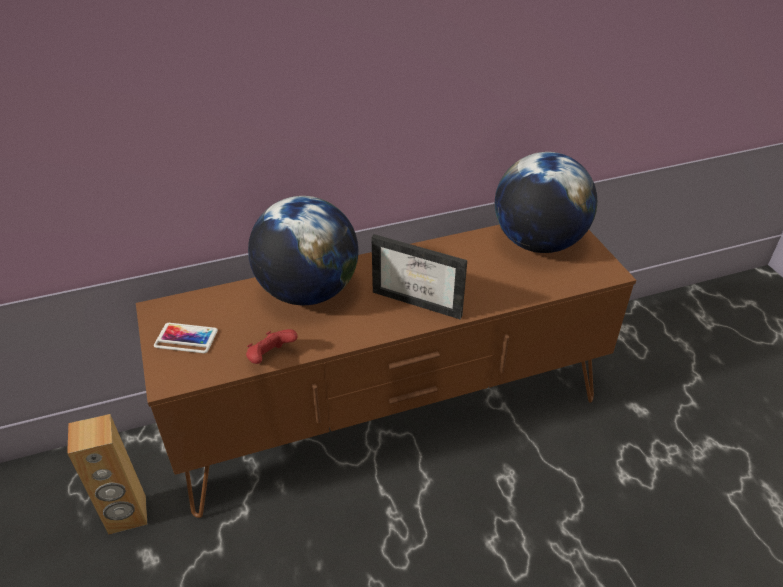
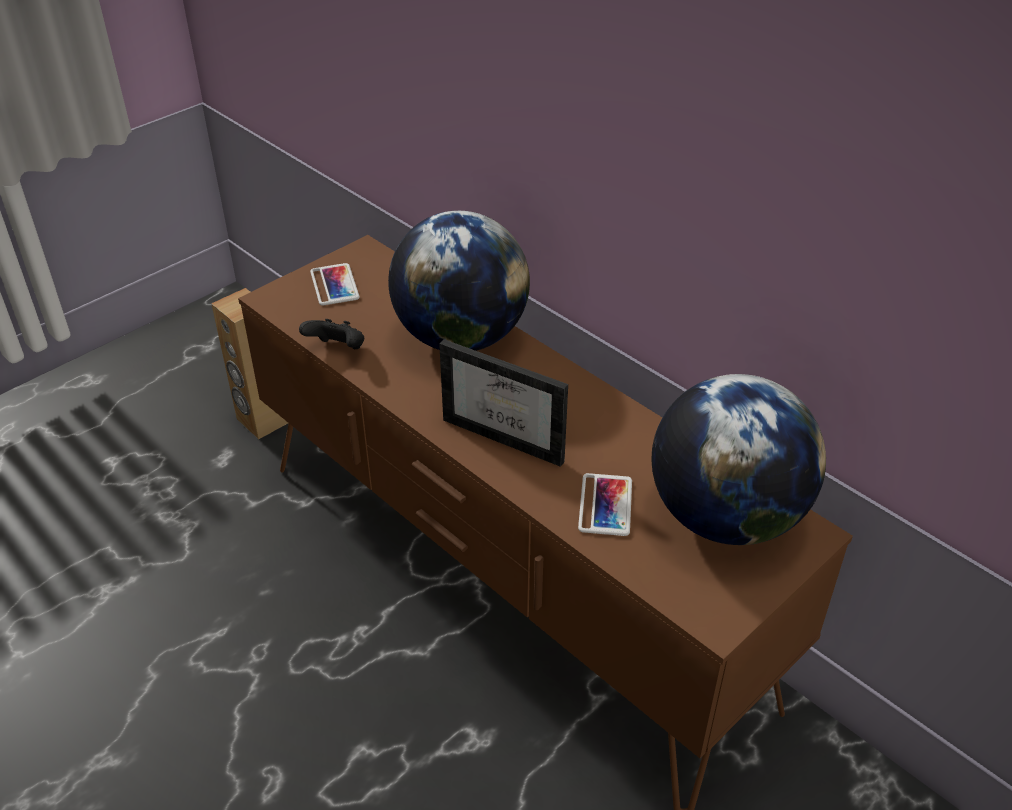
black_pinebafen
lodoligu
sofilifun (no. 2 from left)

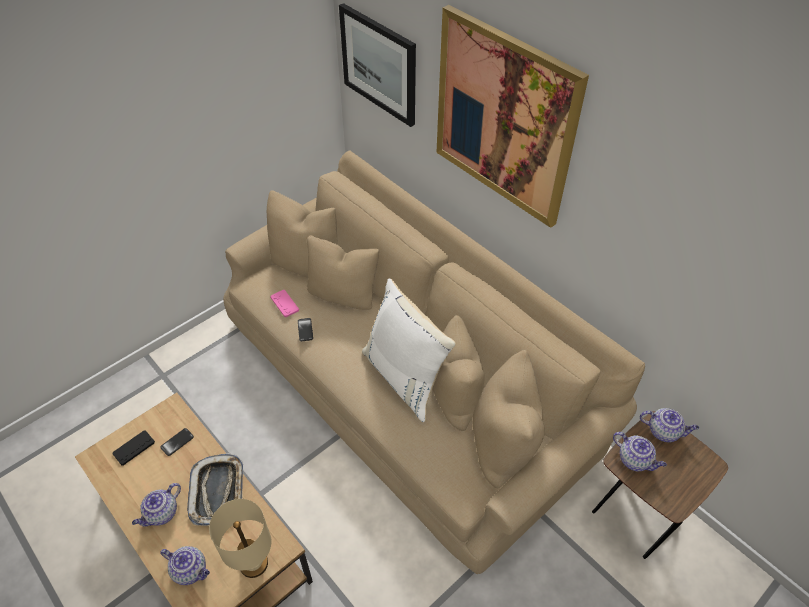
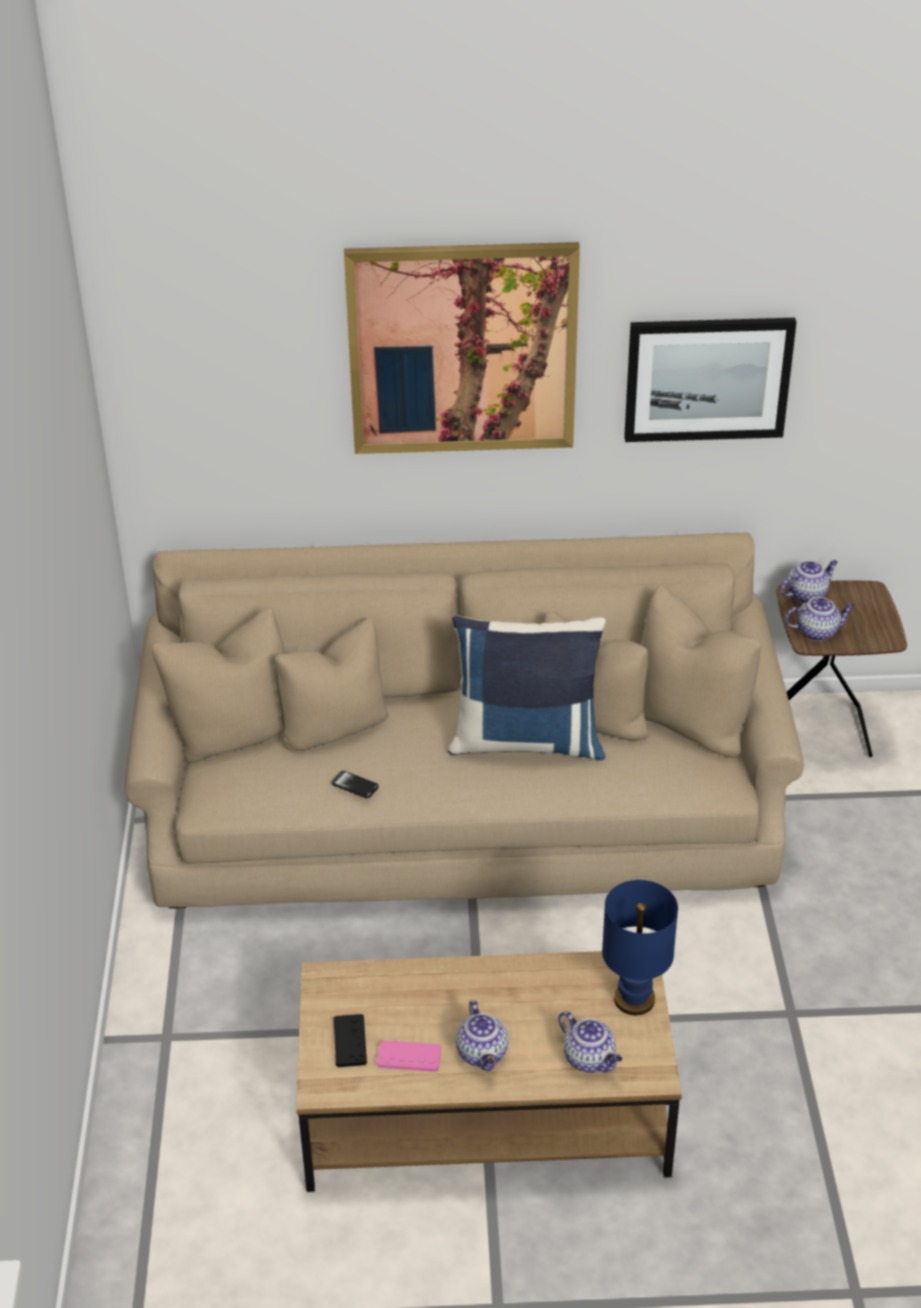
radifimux (no. 2 from left)
sofilifun (no. 1 from left in the first image)
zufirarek
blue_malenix
pink_pinebafen
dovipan (no. 2 from left)
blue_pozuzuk

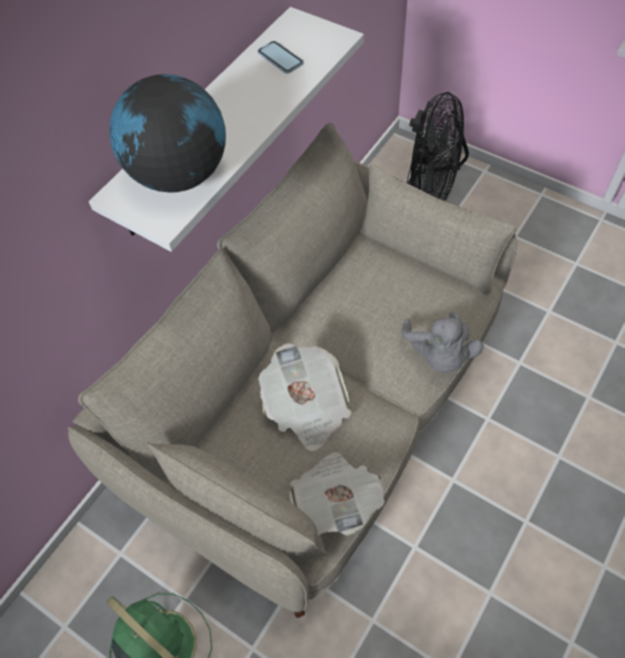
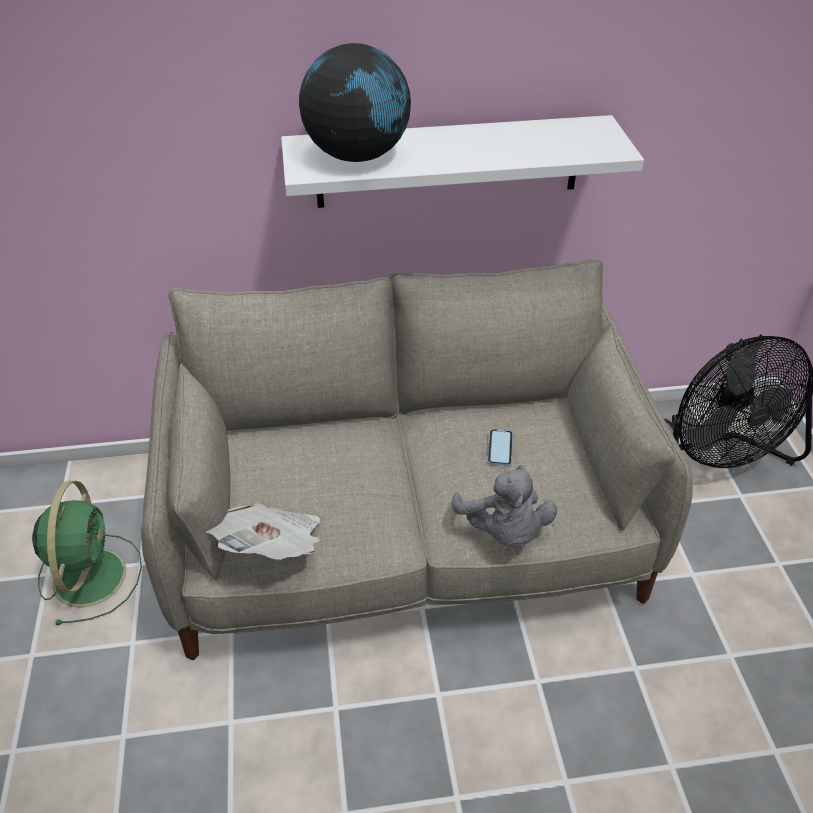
sofilifun
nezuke (no. 1 from left in the first image)
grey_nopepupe

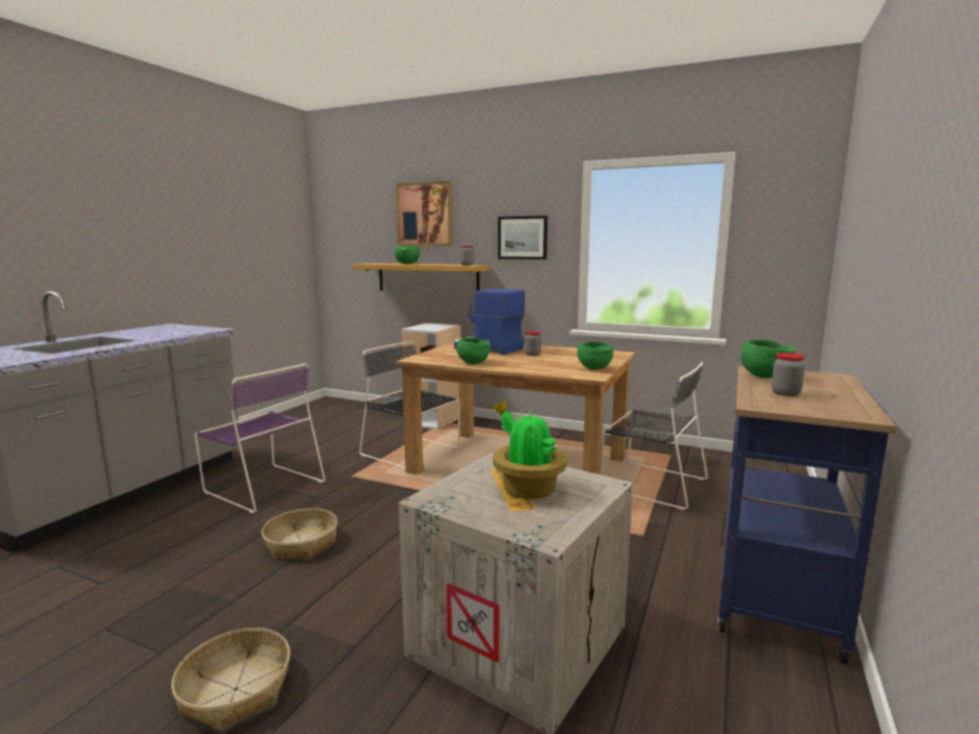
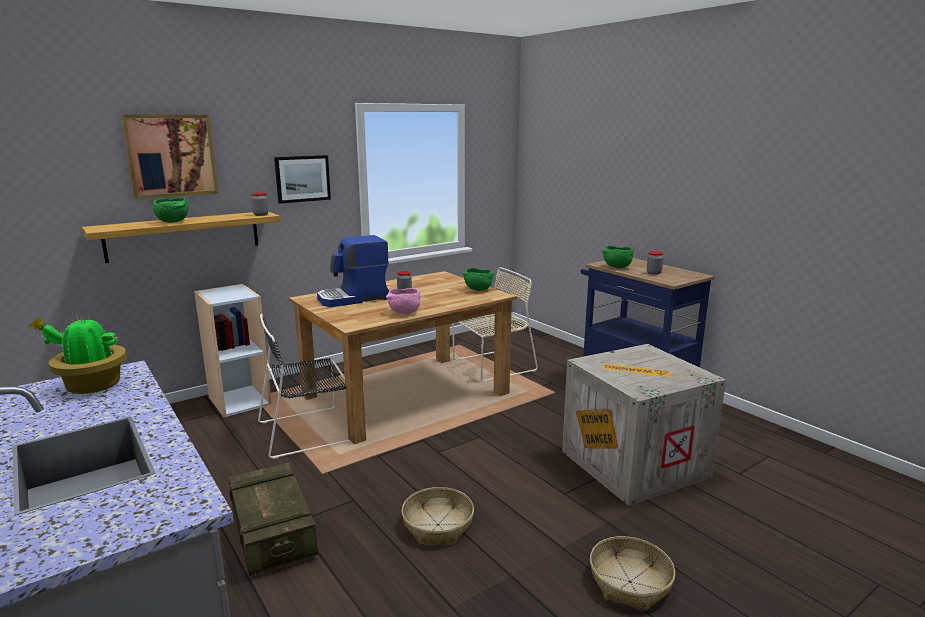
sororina (no. 1 from left)
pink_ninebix
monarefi
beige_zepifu

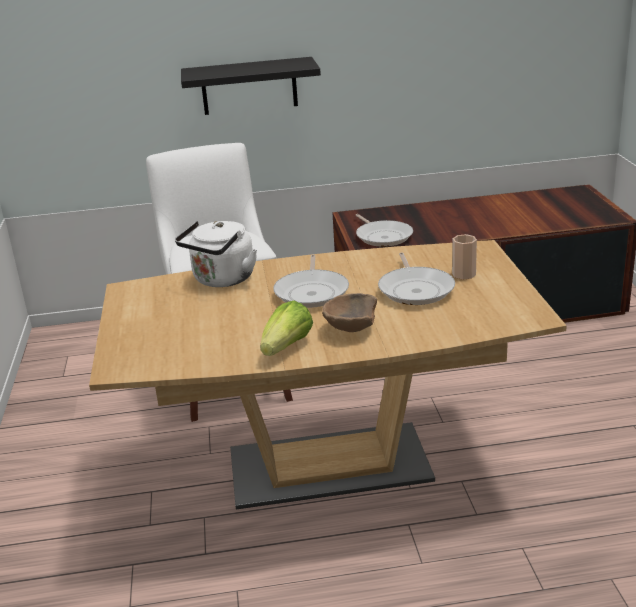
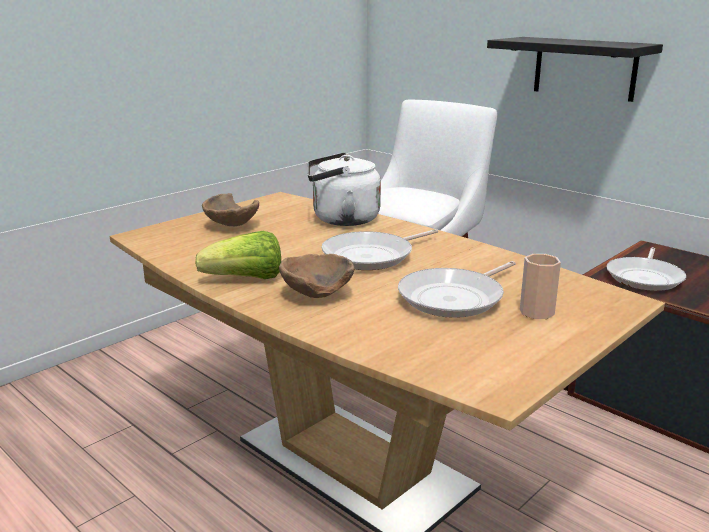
brown_ninebix (no. 1 from left)

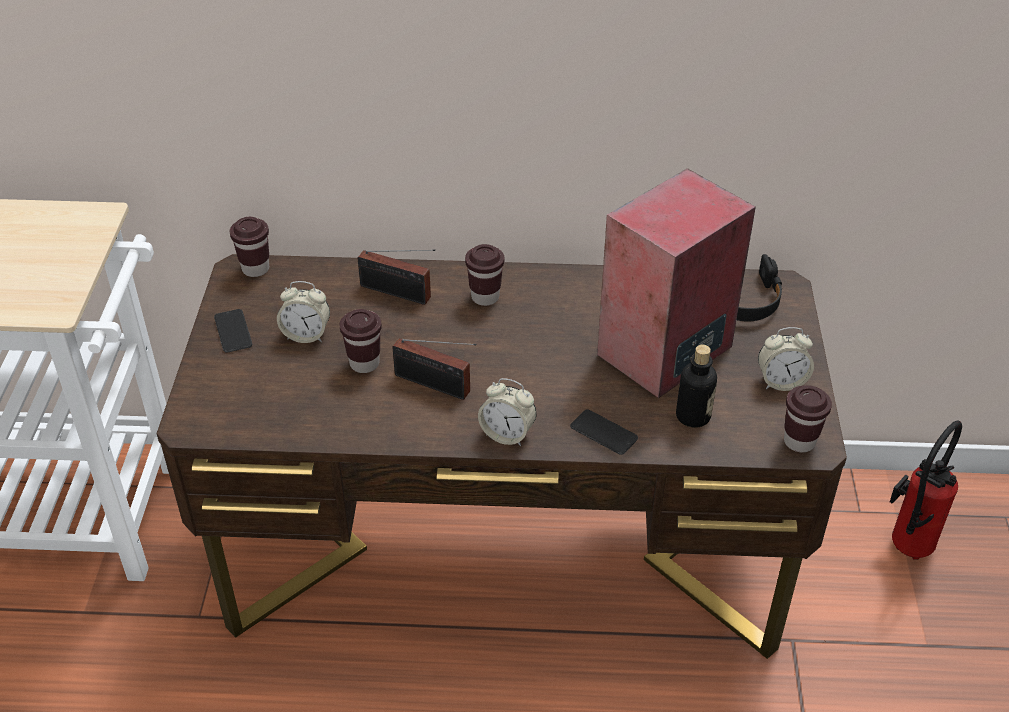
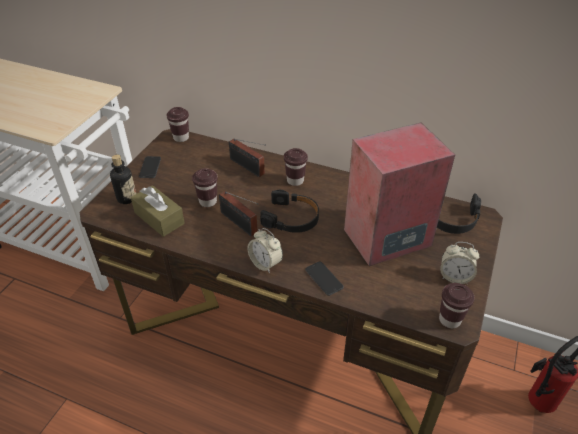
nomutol (no. 1 from left in the first image)
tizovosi
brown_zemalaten
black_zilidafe (no. 1 from left)

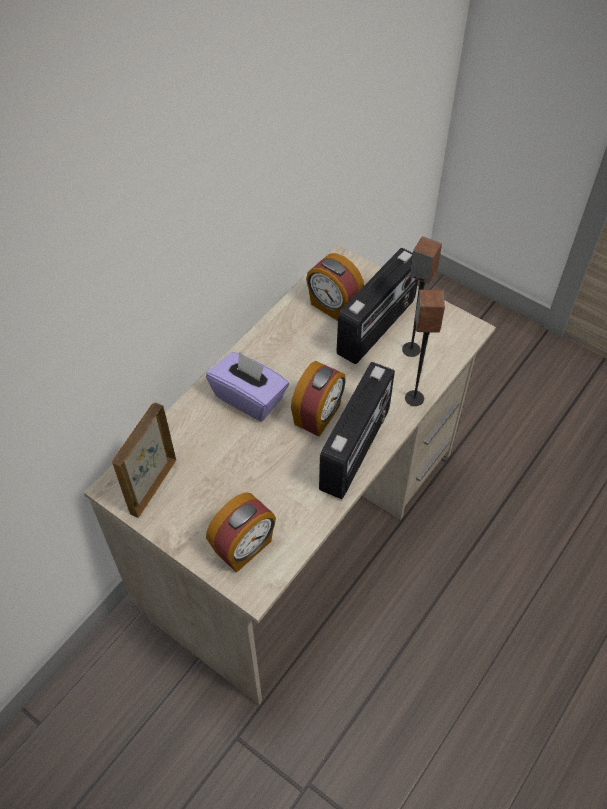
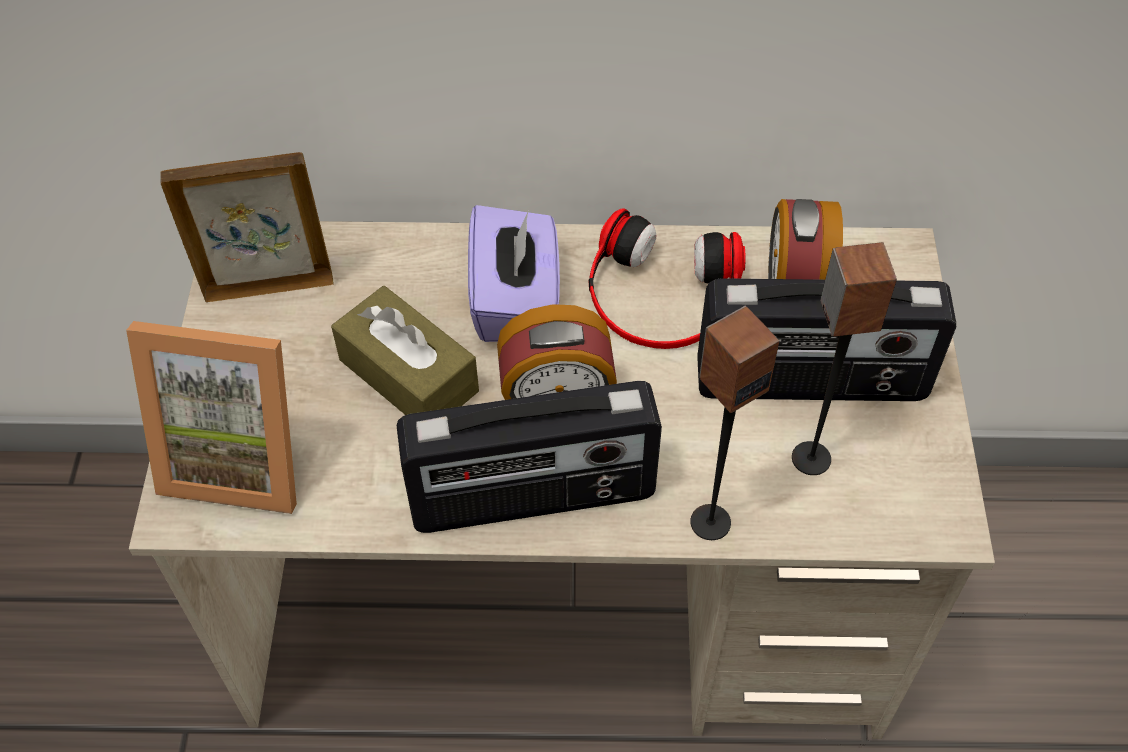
lodoligu (no. 1 from left)
brown_zemalaten
zilidafe

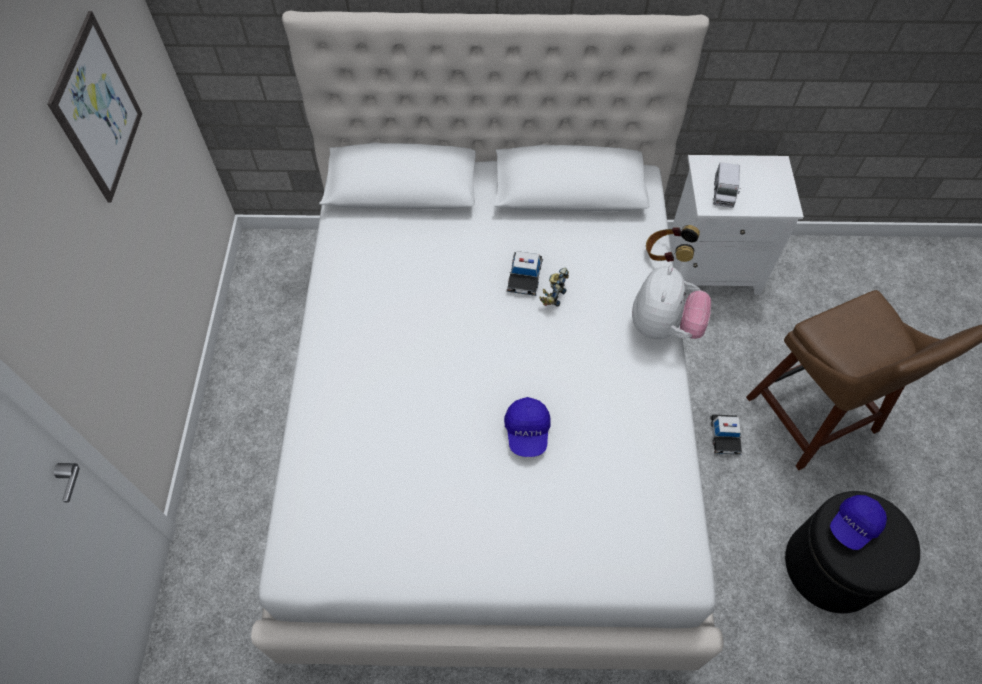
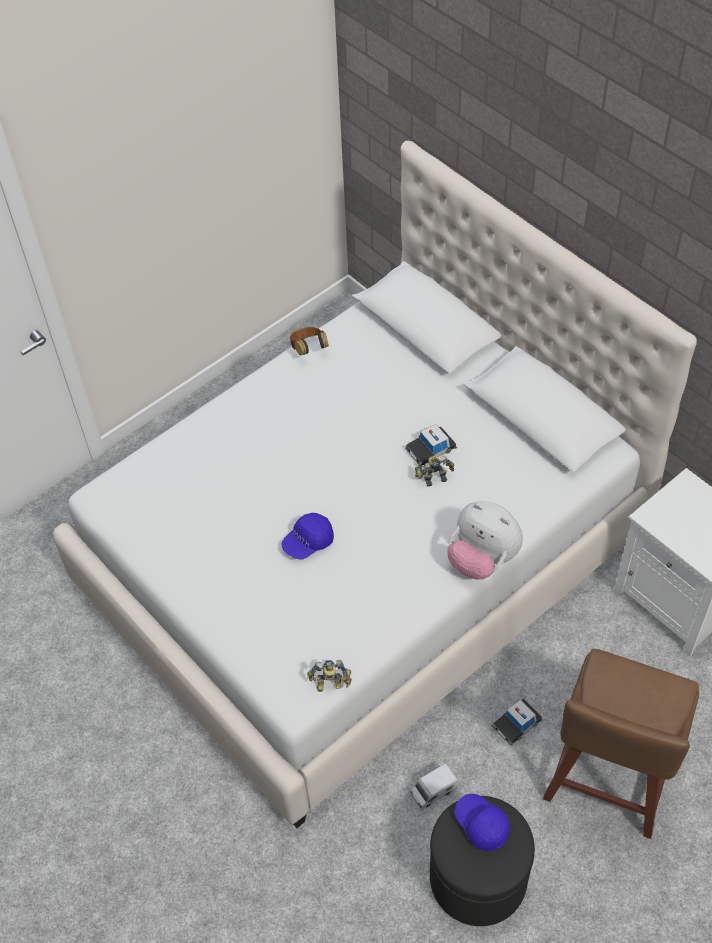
dovipan
nopepupe
zilidafe
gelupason
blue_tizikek (no. 2 from left)
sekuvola (no. 1 from left)

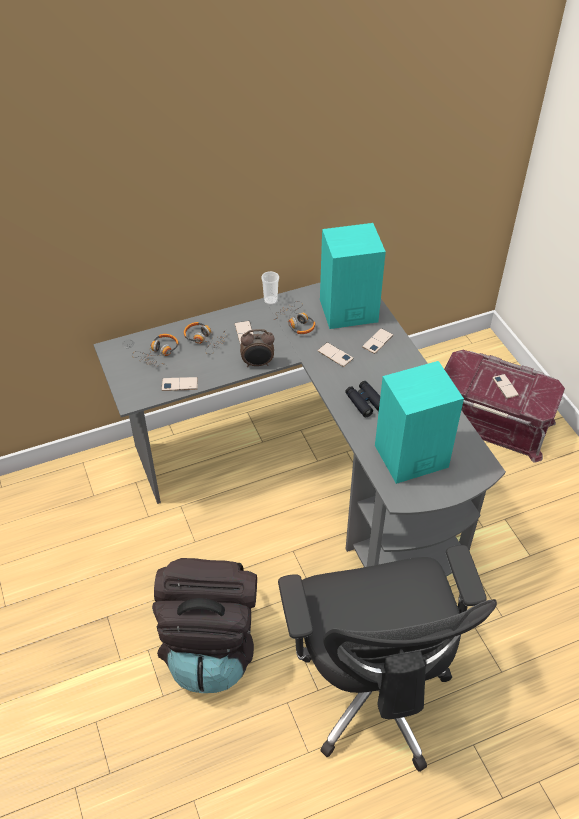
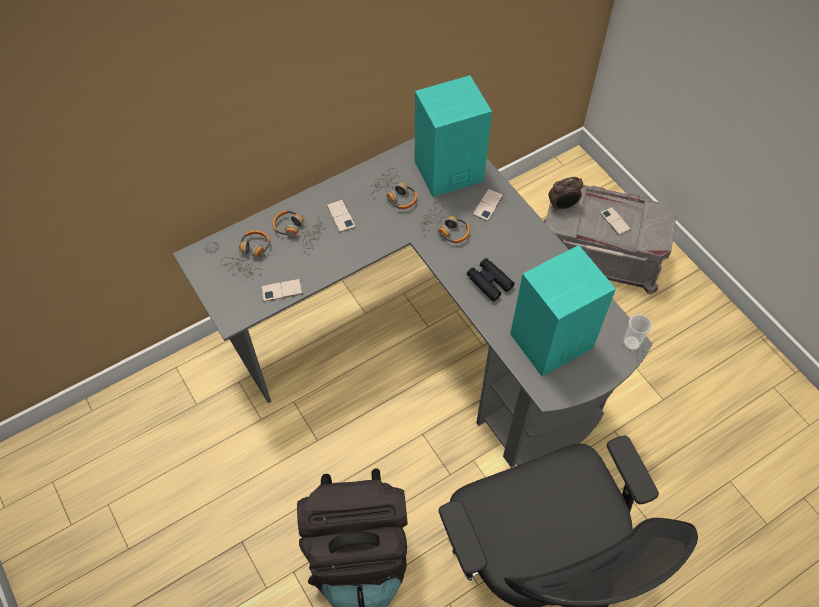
nomutol
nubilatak
zilidafe (no. 4 from left)
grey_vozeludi

